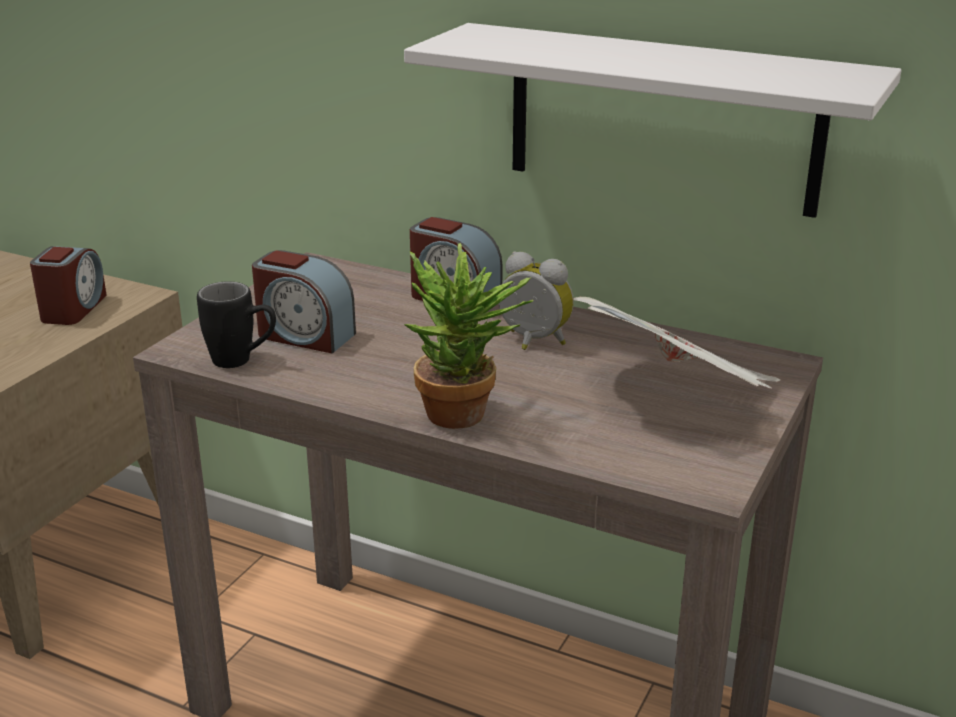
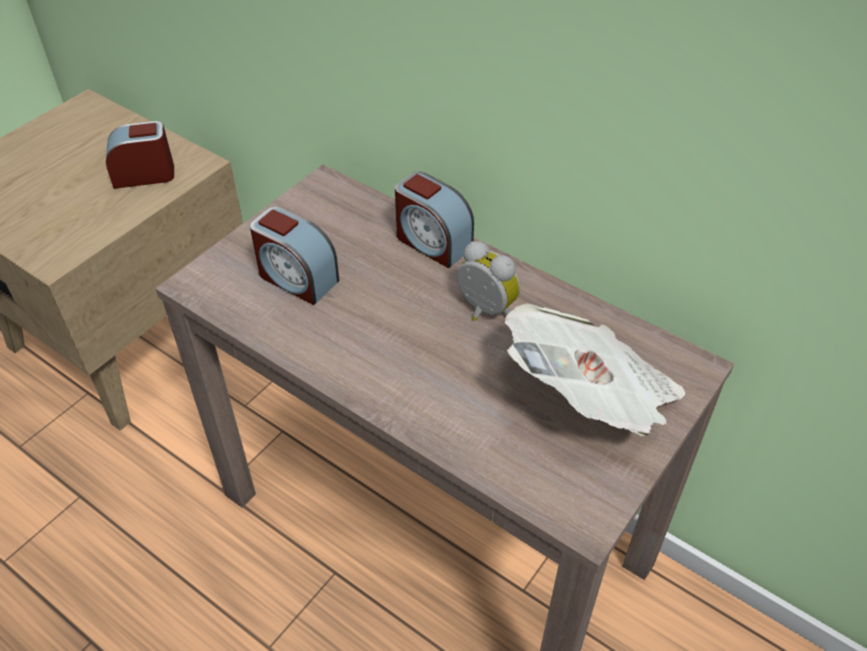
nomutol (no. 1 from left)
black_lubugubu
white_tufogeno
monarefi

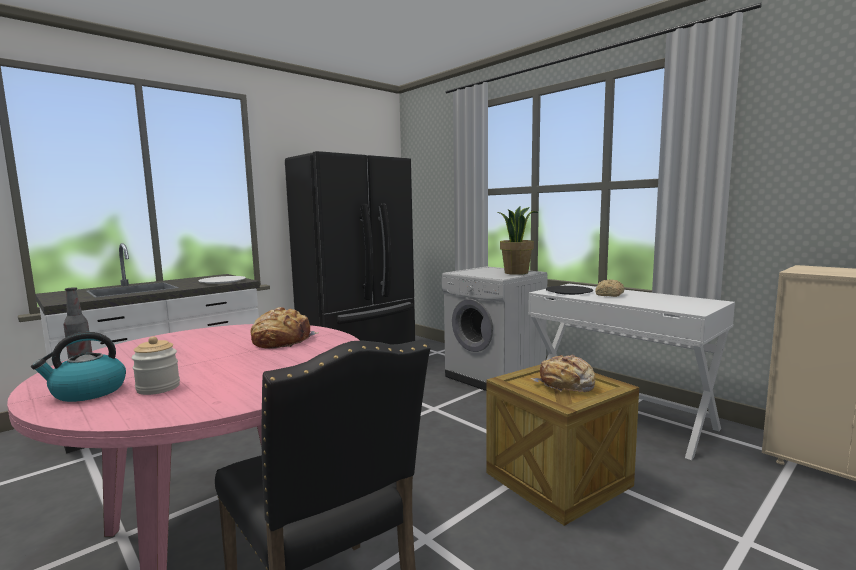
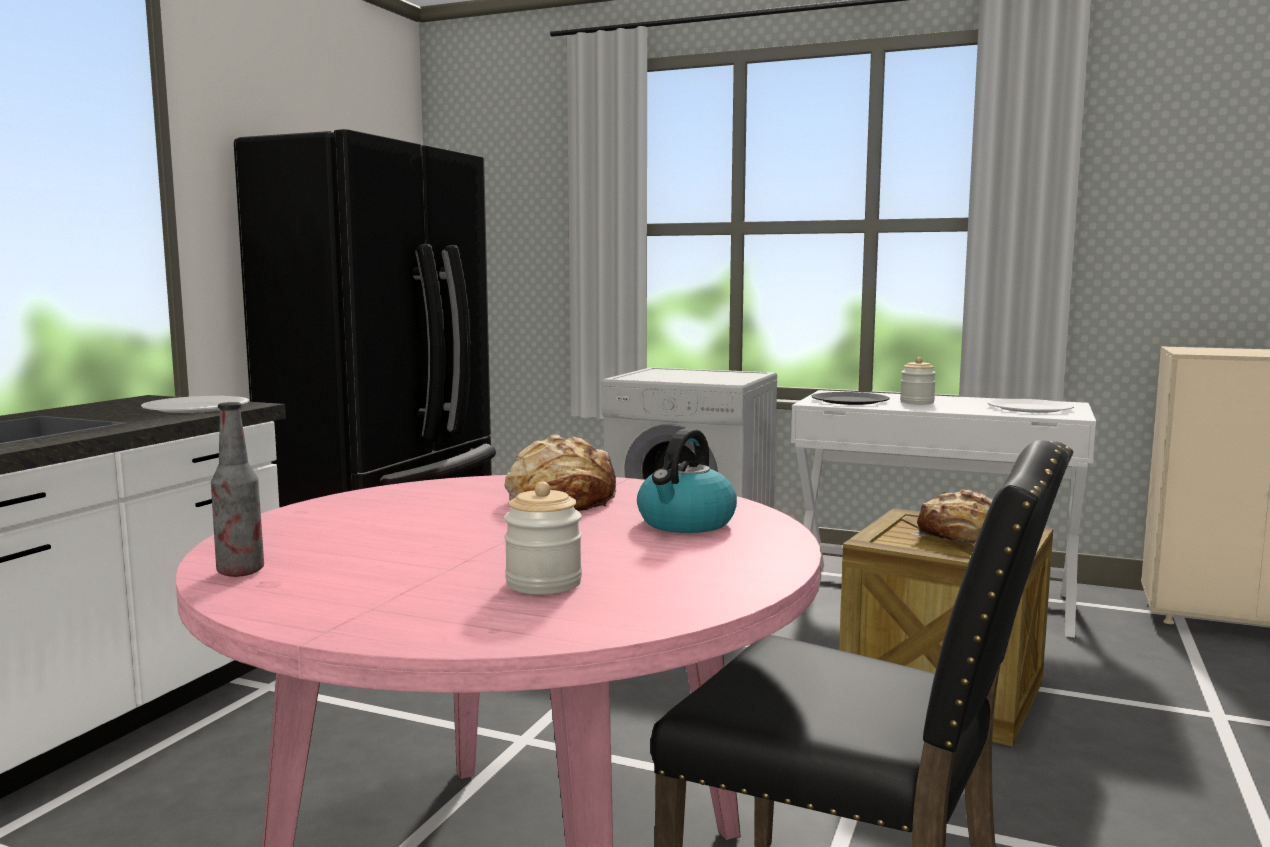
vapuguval
monarefi
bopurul (no. 2 from left)
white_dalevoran (no. 2 from left)

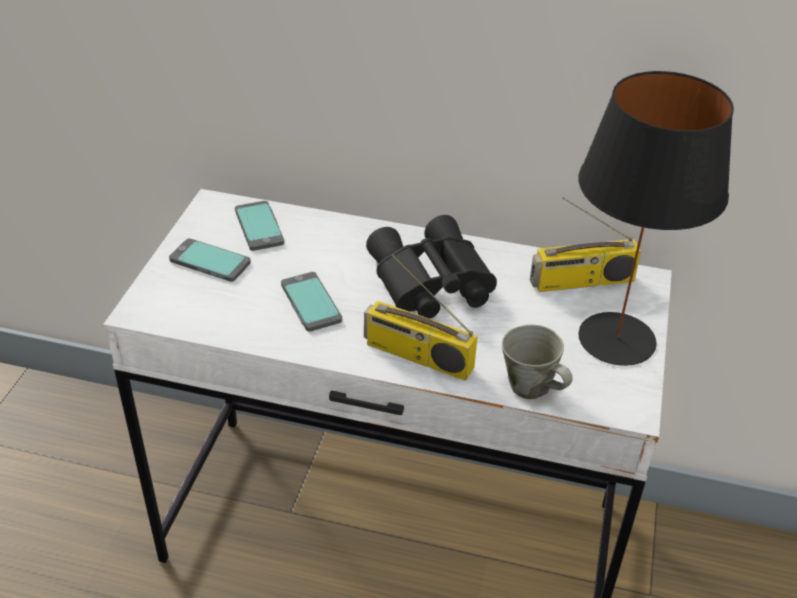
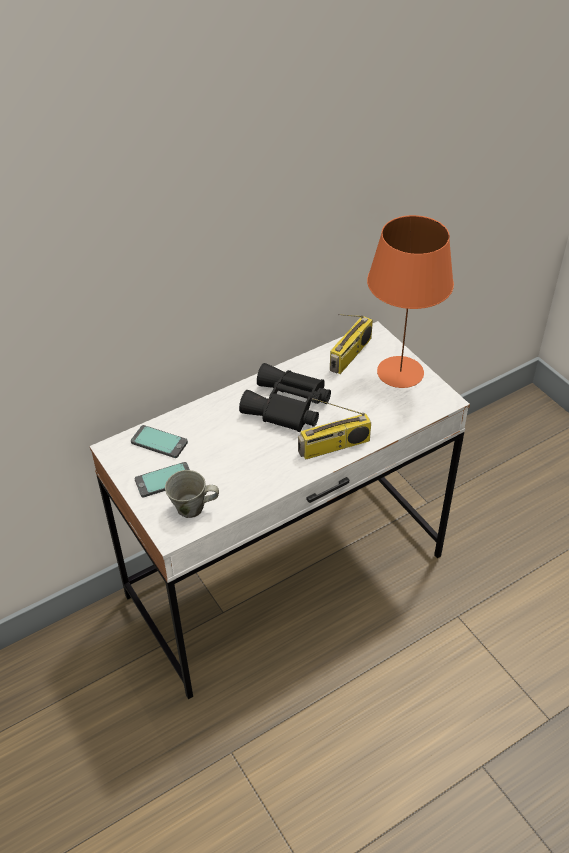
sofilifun (no. 3 from left in the first image)
grey_lubugubu
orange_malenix

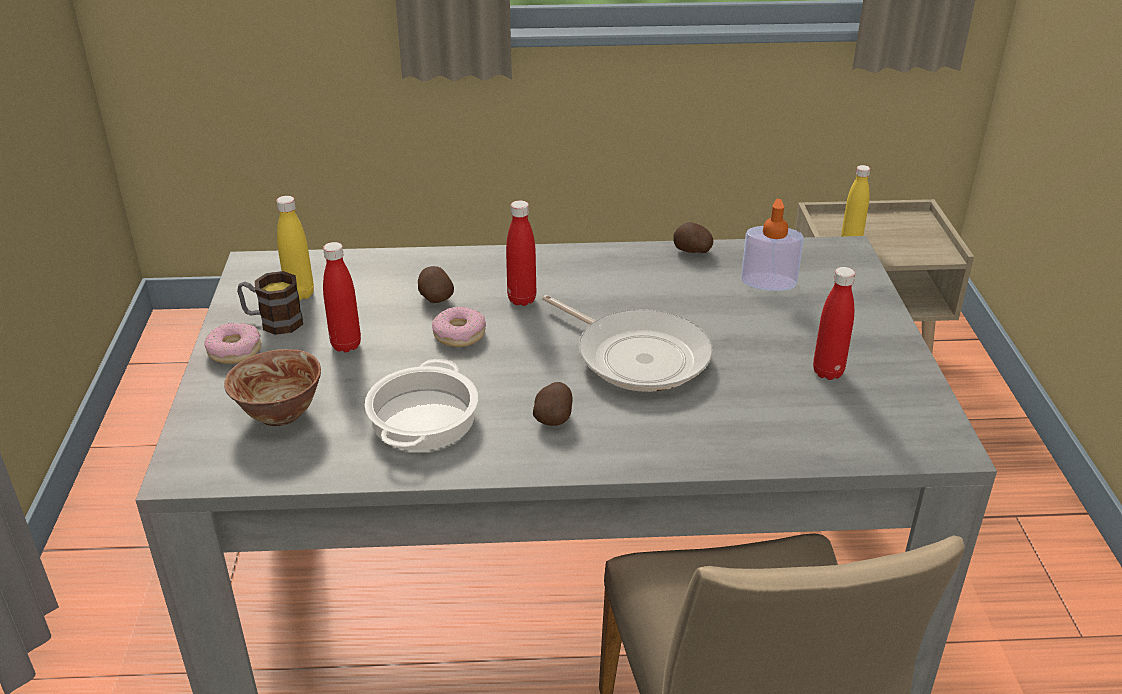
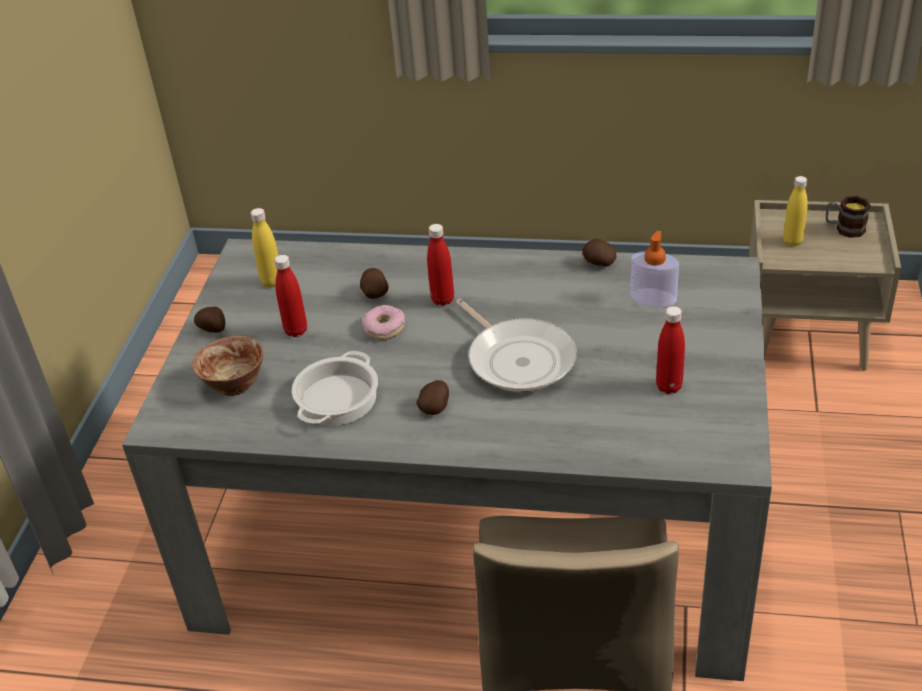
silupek (no. 1 from left)
lubugubu

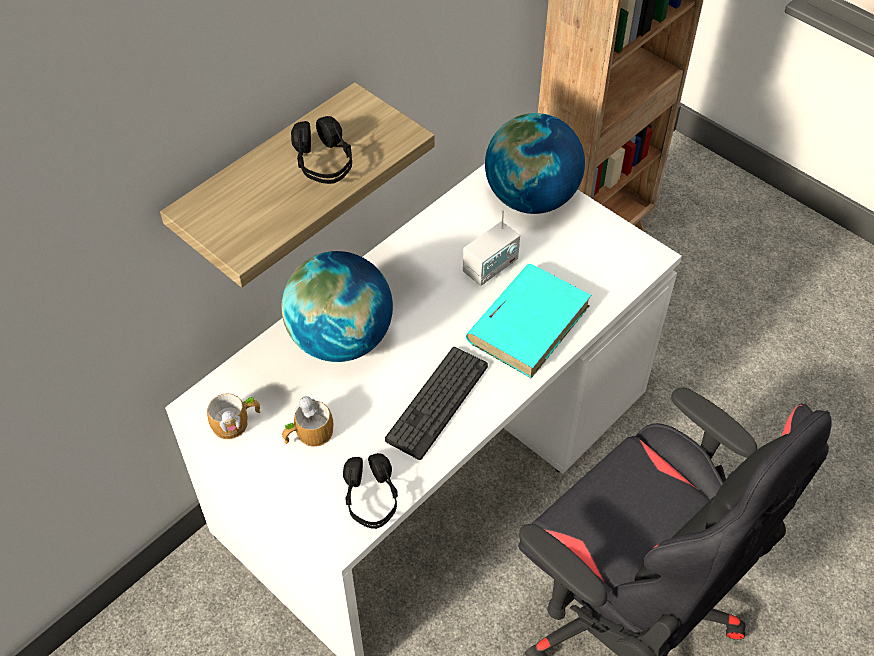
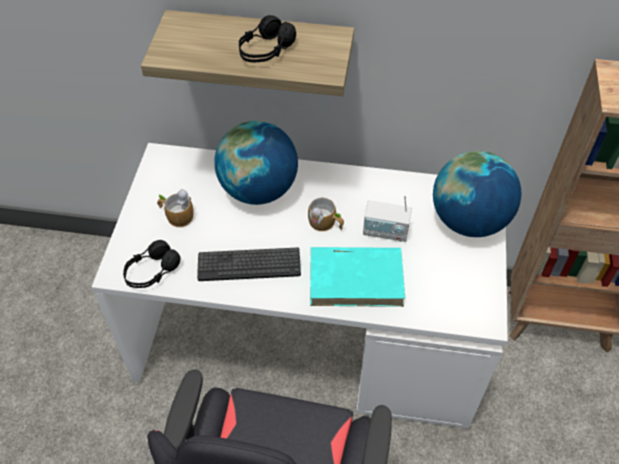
lubugubu (no. 2 from left)

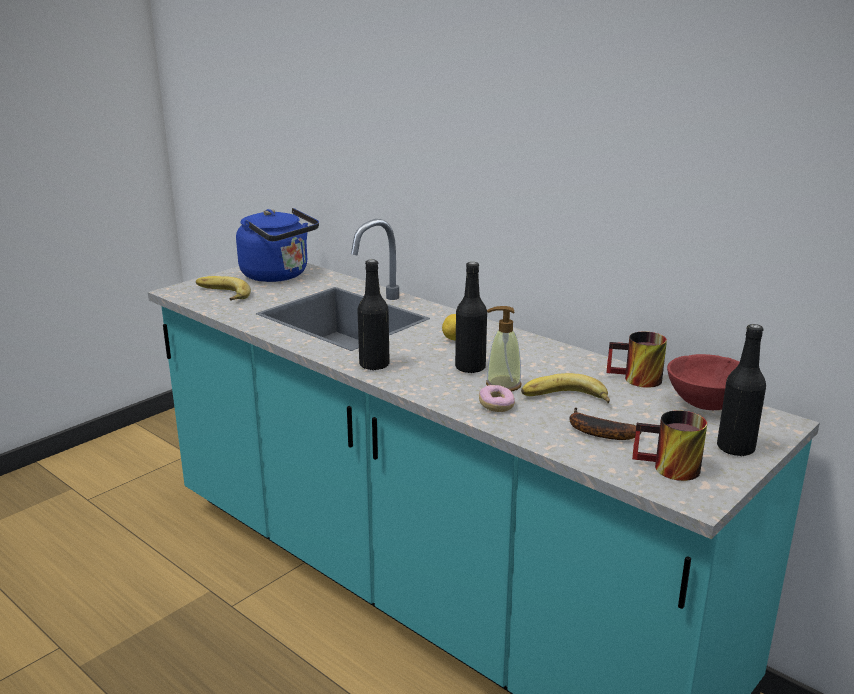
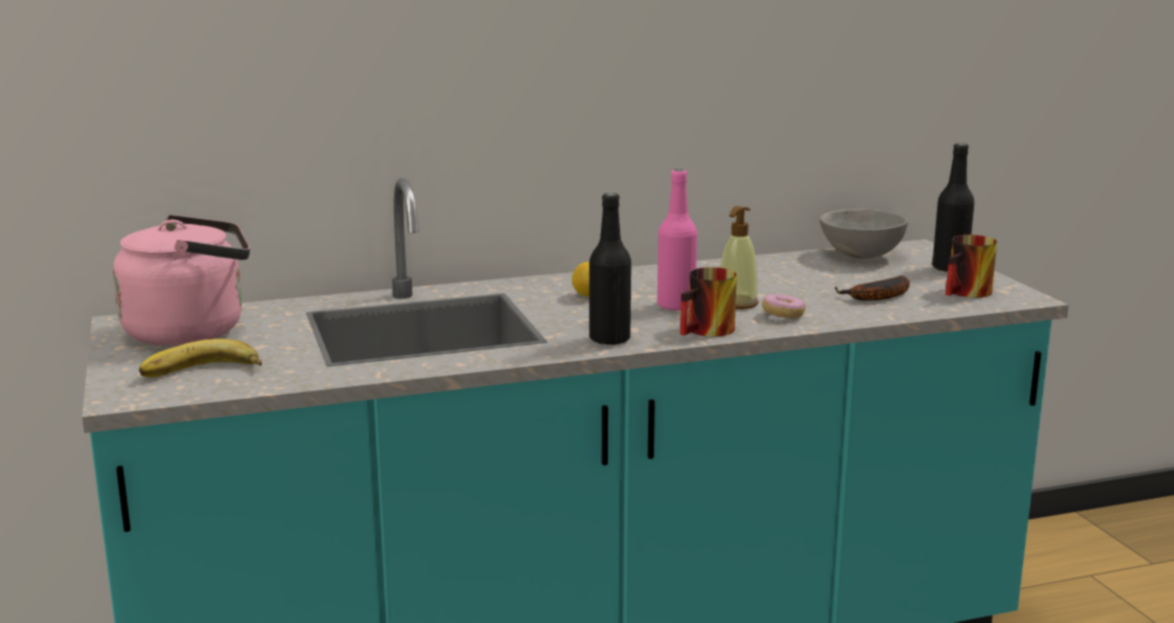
pink_vapuguval
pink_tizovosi
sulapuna (no. 2 from left in the first image)
lubugubu (no. 1 from left)
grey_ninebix

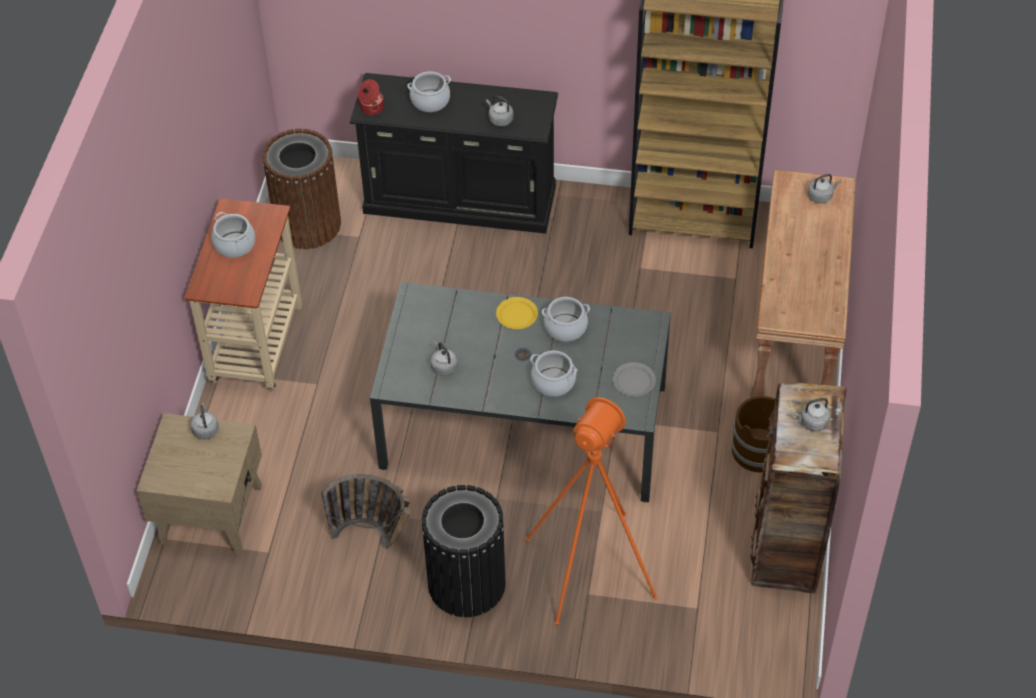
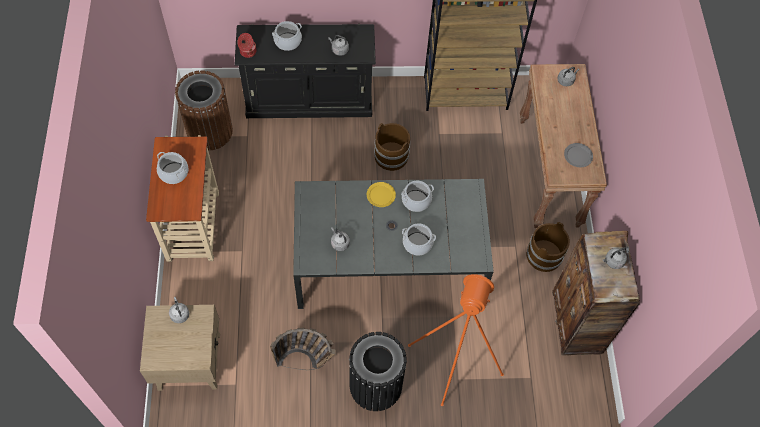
grey_dalevoran
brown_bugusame (no. 1 from left)

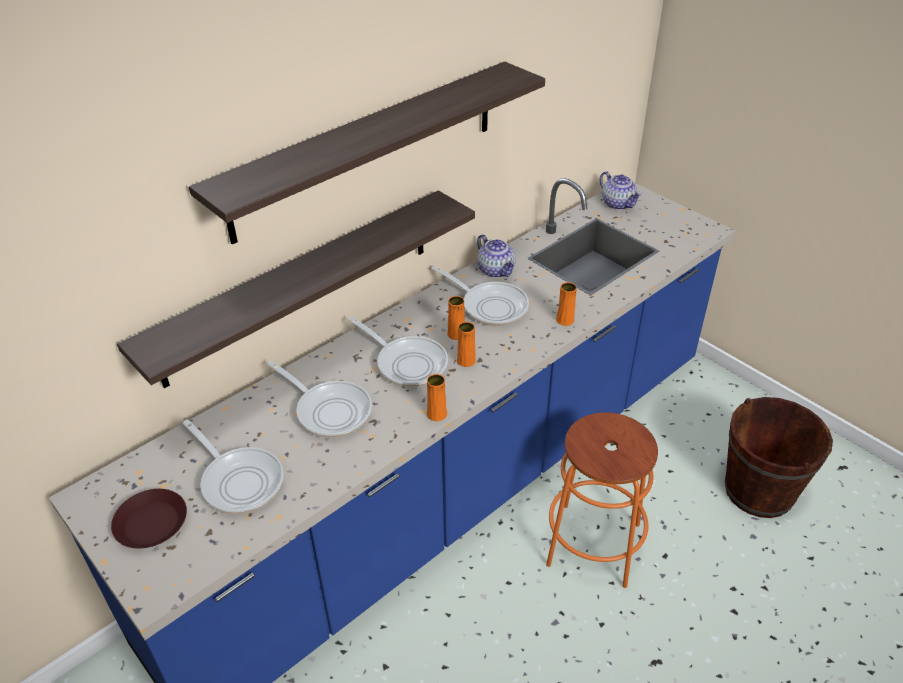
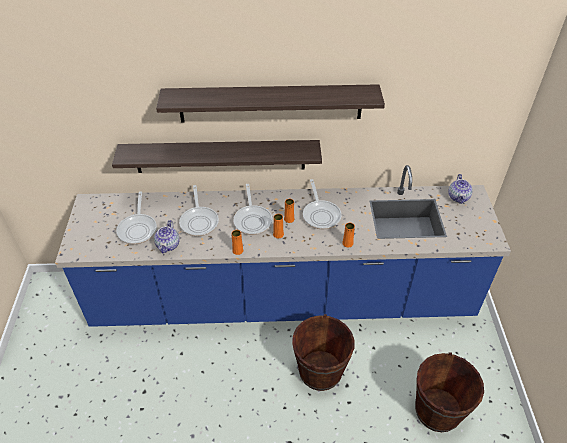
brown_dalevoran
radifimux (no. 1 from left)
brown_bugusame (no. 1 from left)

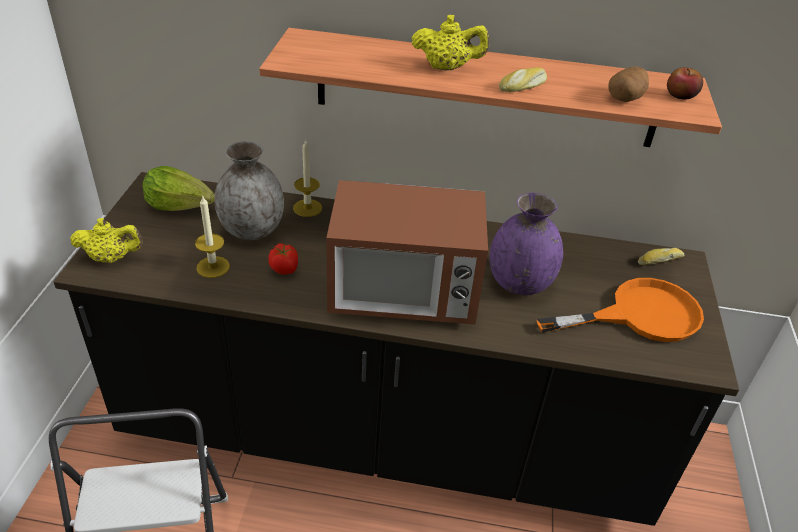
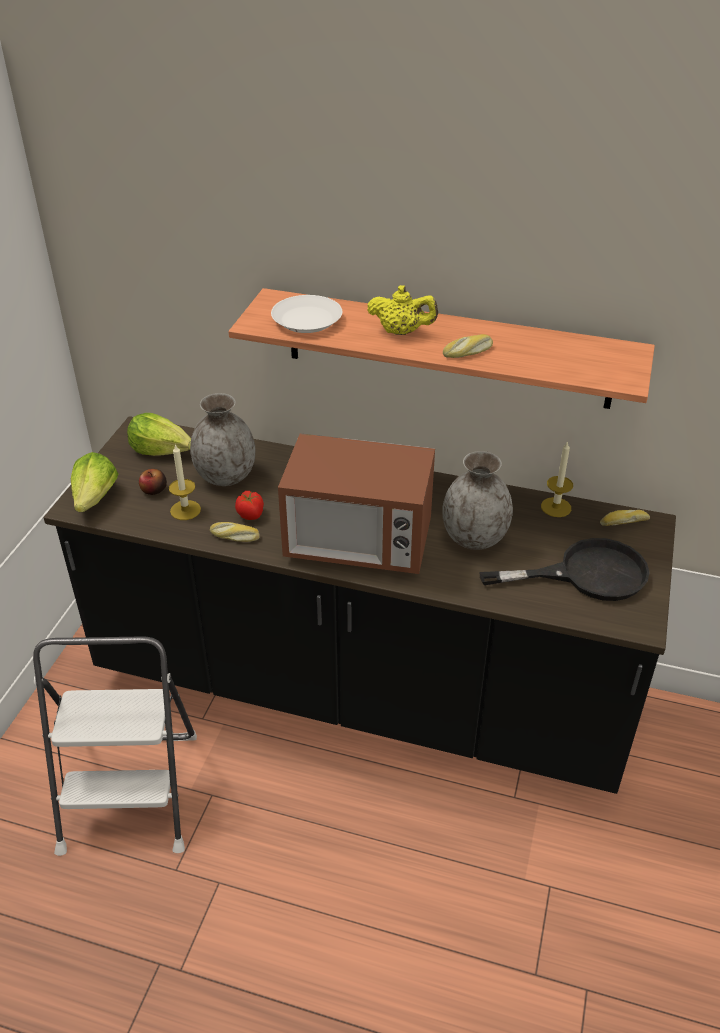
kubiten (no. 1 from left)
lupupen (no. 2 from left)
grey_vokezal (no. 2 from left)
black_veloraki
silupek
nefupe
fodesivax (no. 1 from left)
white_dalevoran

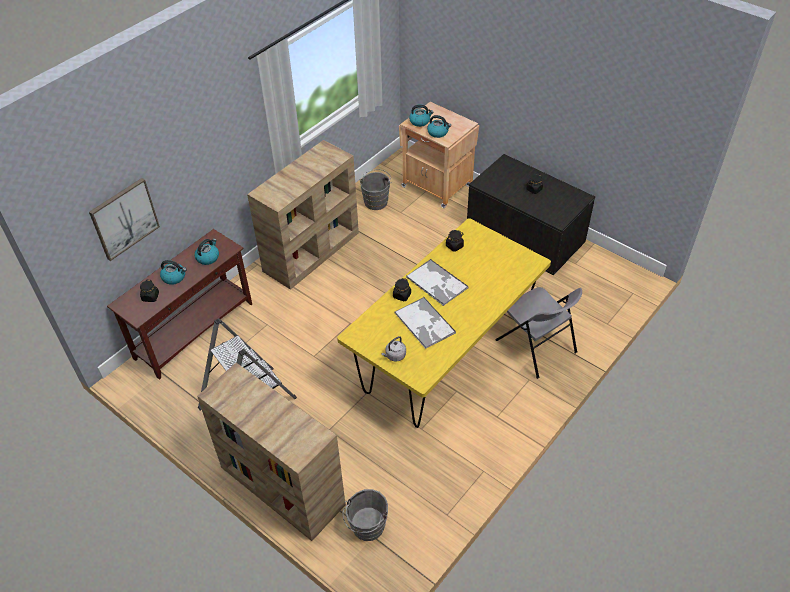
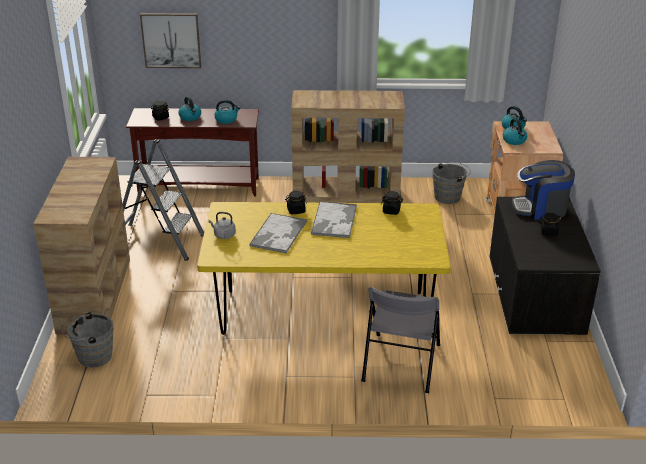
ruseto

